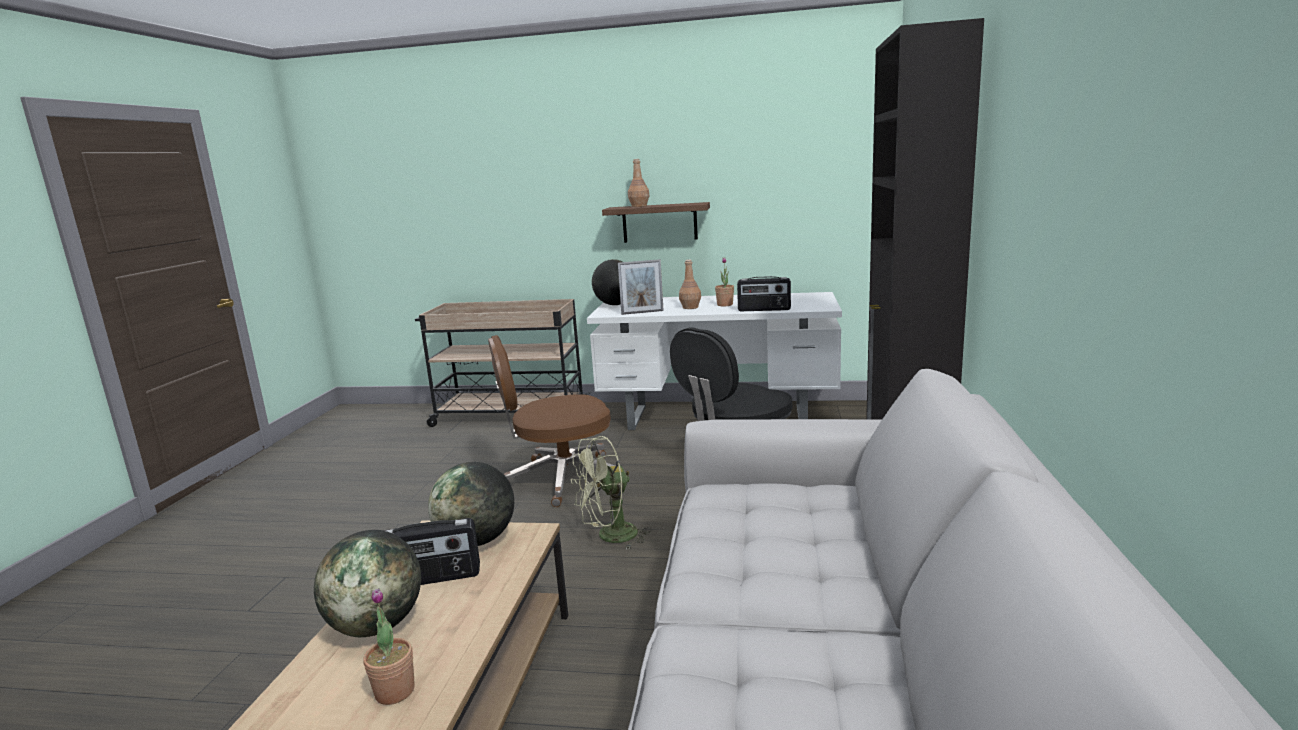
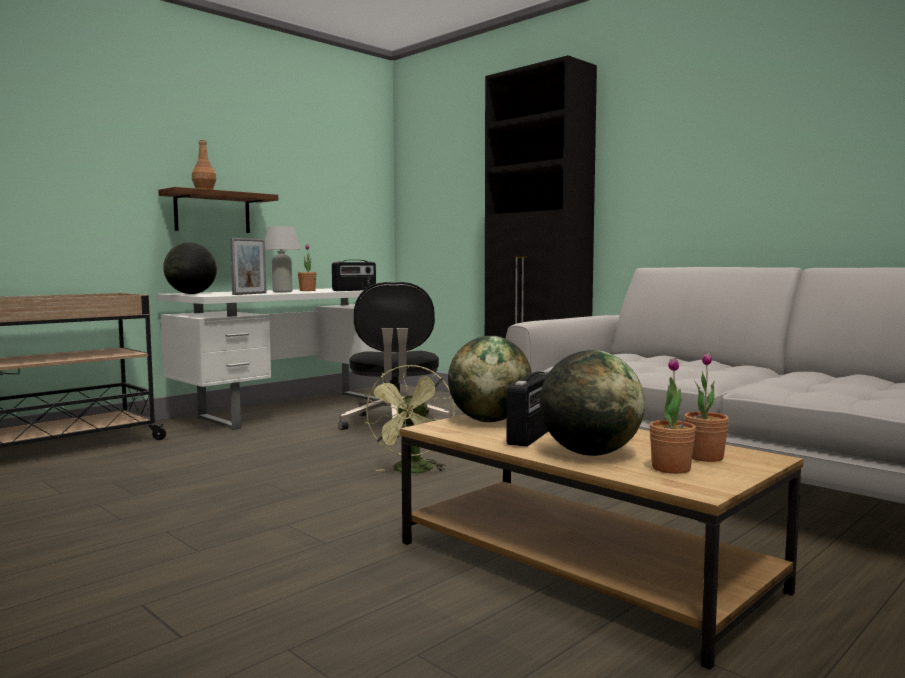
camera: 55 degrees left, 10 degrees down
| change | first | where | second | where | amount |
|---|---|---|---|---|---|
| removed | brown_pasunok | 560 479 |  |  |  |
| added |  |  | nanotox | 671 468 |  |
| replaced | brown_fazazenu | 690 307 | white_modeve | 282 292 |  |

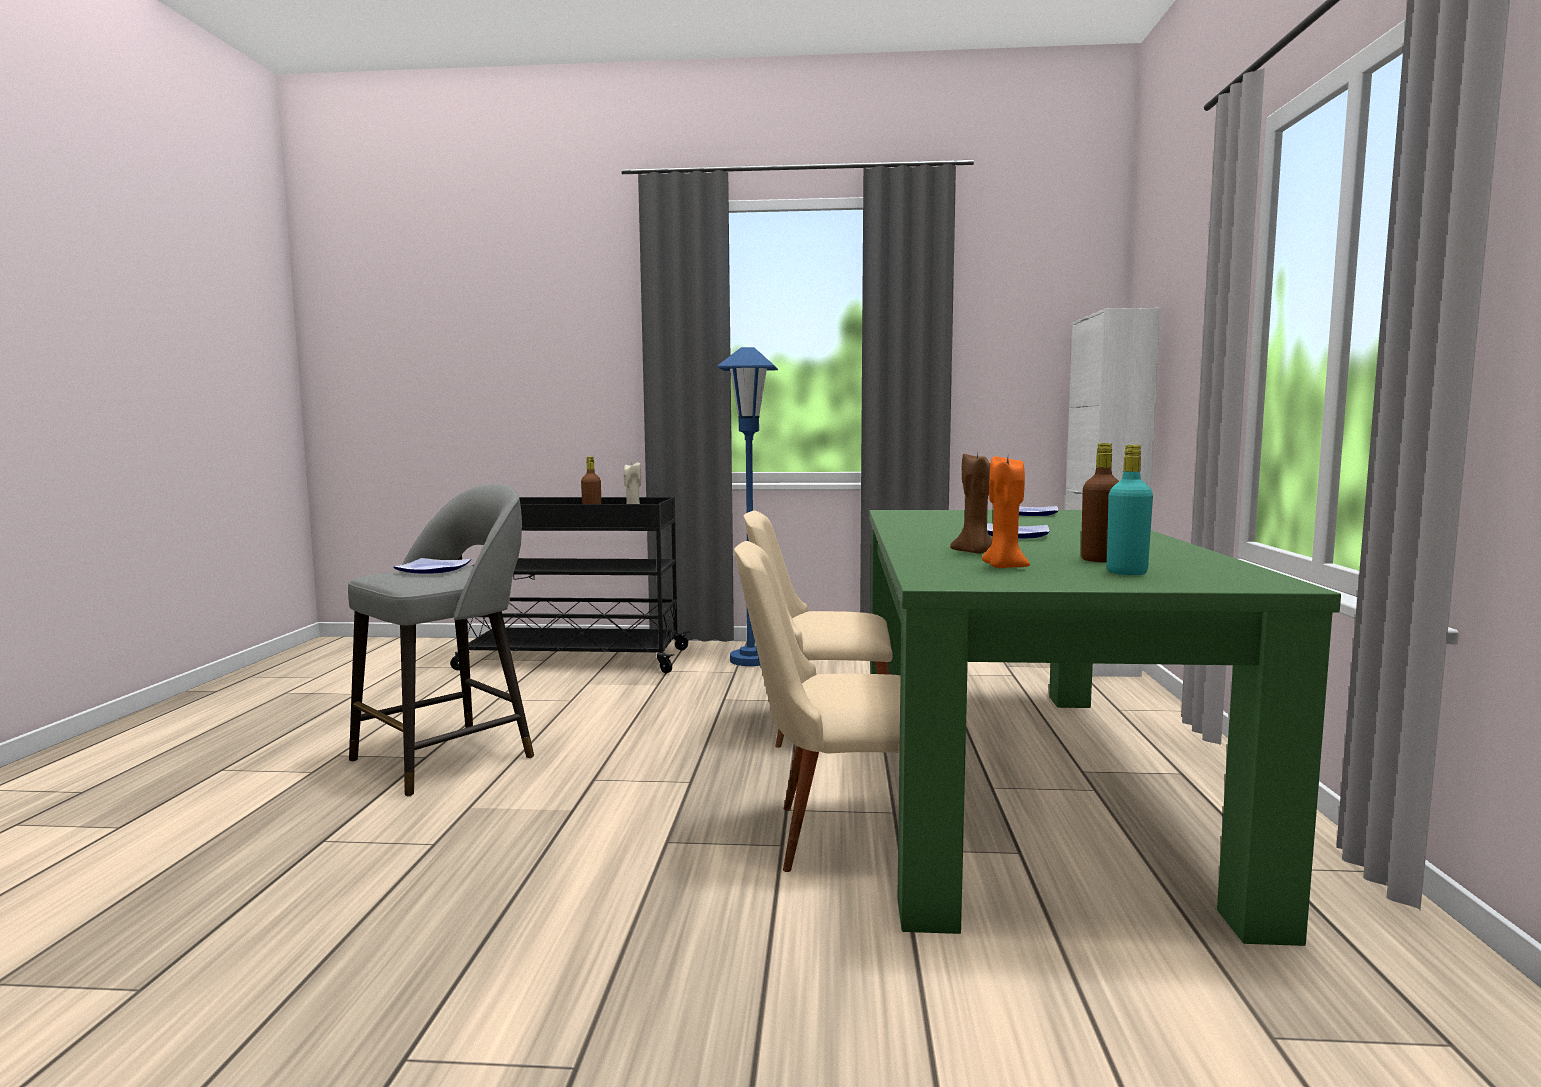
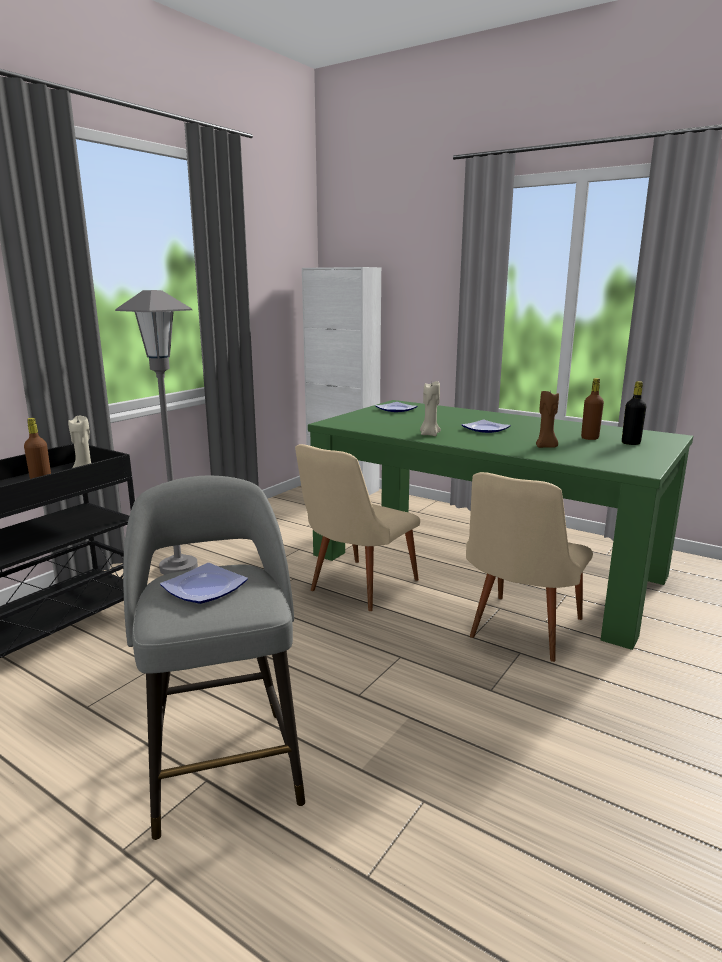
camera: 60 degrees left, 10 degrees up
| change | first | where | second | where | amount |
|---|---|---|---|---|---|
| removed | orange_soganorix | 1003 567 |  |  |  |
| added |  |  | beige_soganorix | 429 434 |  |
| recoloured | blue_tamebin | 751 660 | grey_tamebin | 179 568 |  |
| recoloured | turquoise_fazazenu | 1126 573 | black_fazazenu | 630 443 |  |

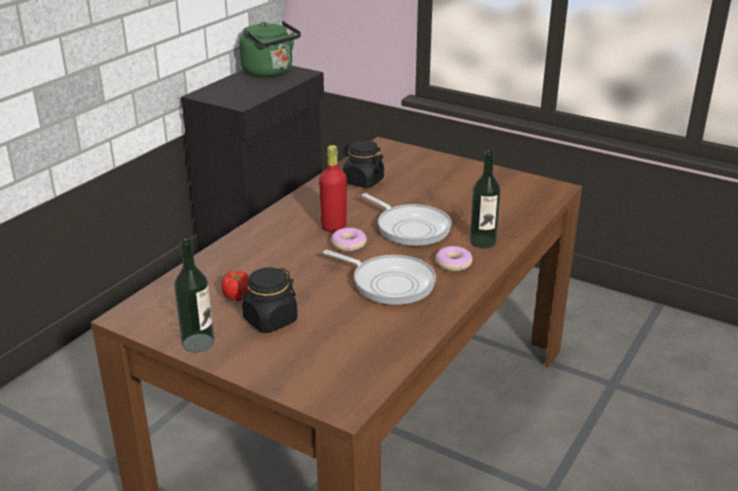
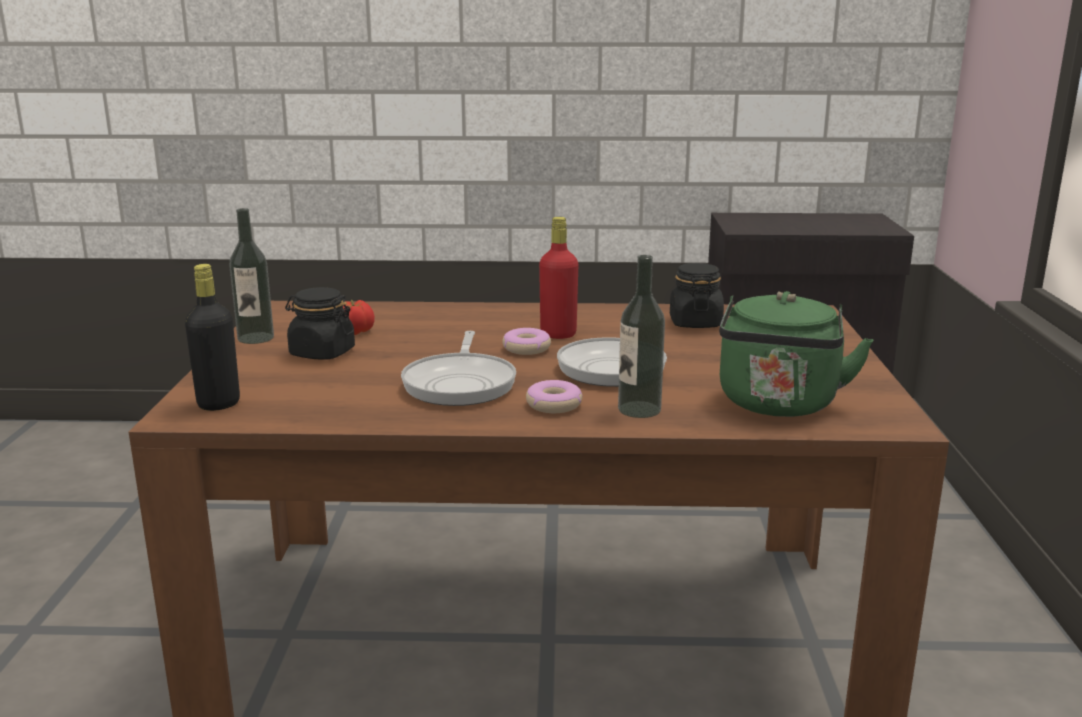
camera: 60 degrees right, 10 degrees down
| change | first | where | second | where | amount |
|---|---|---|---|---|---|
| added |  |  | black_fazazenu | 219 404 |  |
| moved | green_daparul | 270 72 |  | 778 405 |  |

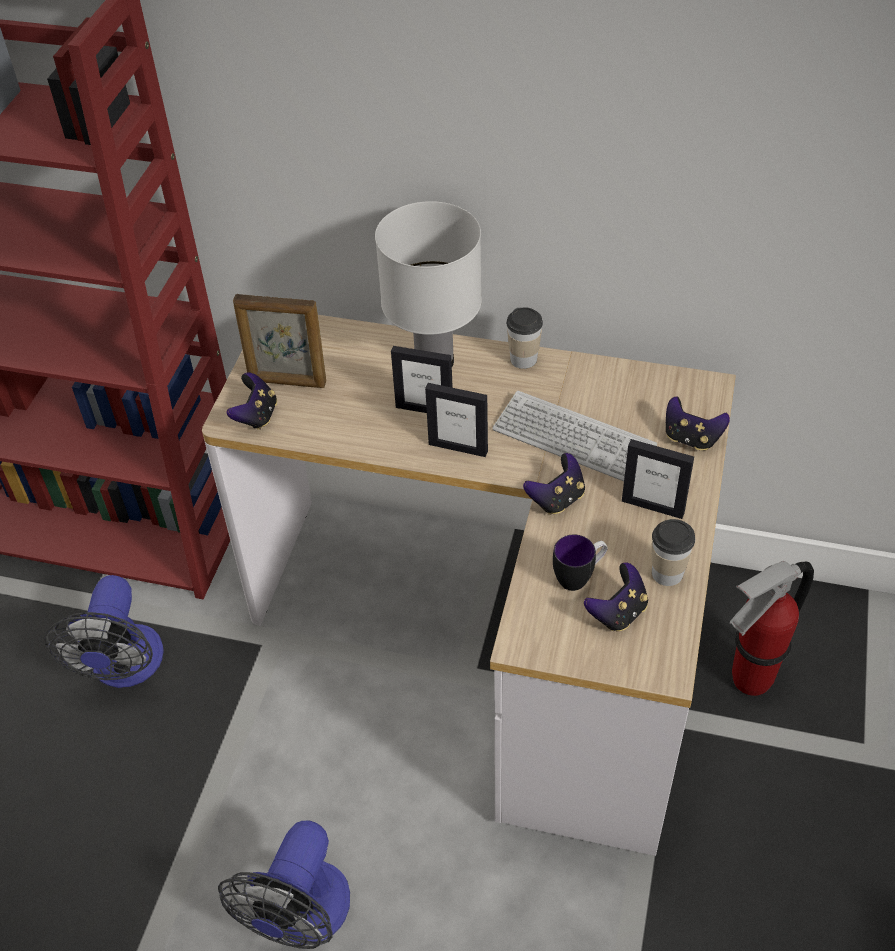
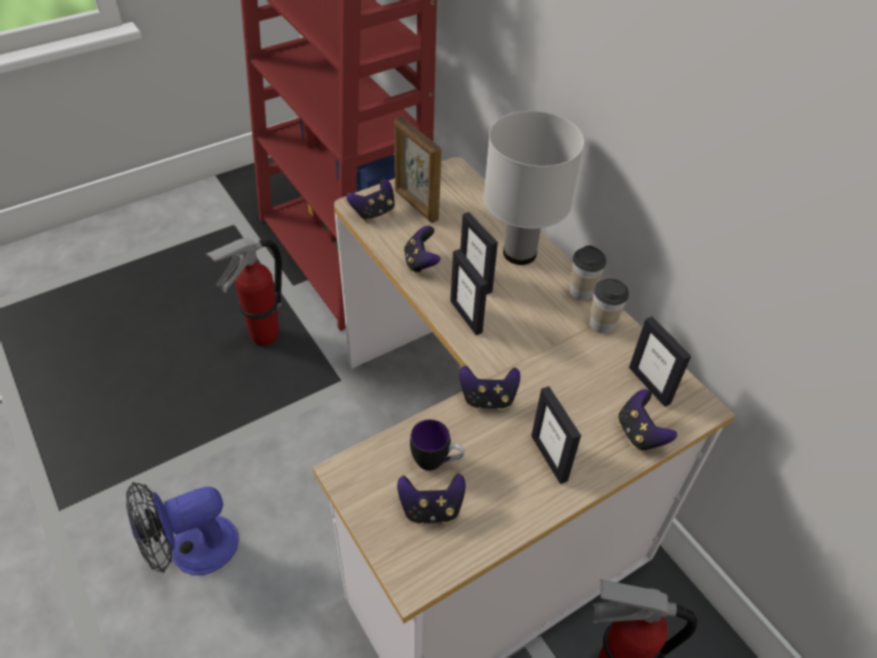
camera: 40 degrees right, 0 degrees up
| change | first | where | second | where | amount |
|---|---|---|---|---|---|
| removed | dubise | 573 439 |  |  |  |
| added |  |  | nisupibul | 420 262 |  |
| added |  |  | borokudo | 649 385 |  |
| moved | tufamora | 667 573 |  | 602 324 |  |
| replaced | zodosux | 125 668 | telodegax | 264 337 |  |

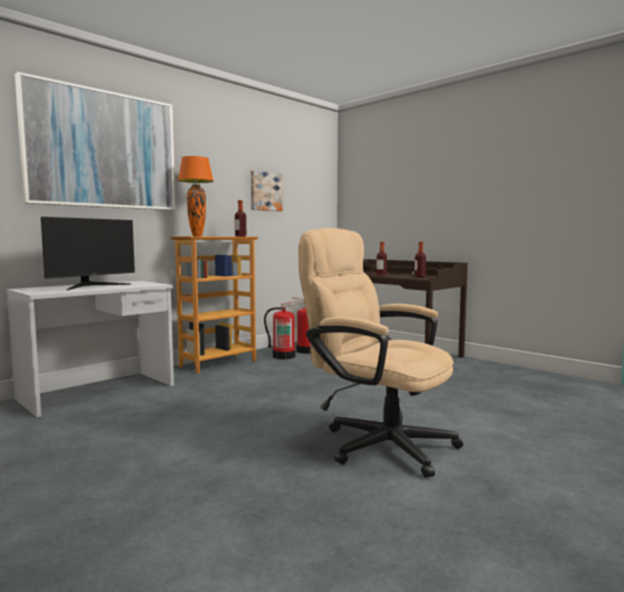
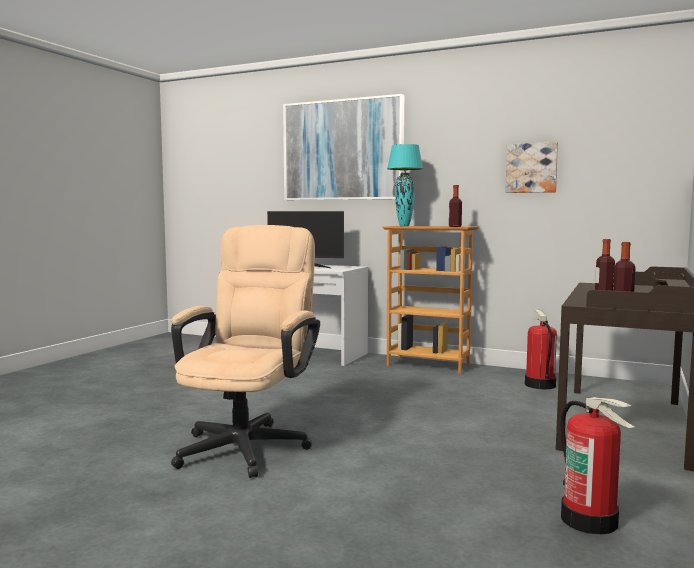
camera: 70 degrees right, 0 degrees up
| change | first | where | second | where | amount |
|---|---|---|---|---|---|
| moved | telodegax | 284 356 |  | 590 520 |  |
| recoloured | orange_modeve | 197 236 | turquoise_modeve | 404 226 |  |

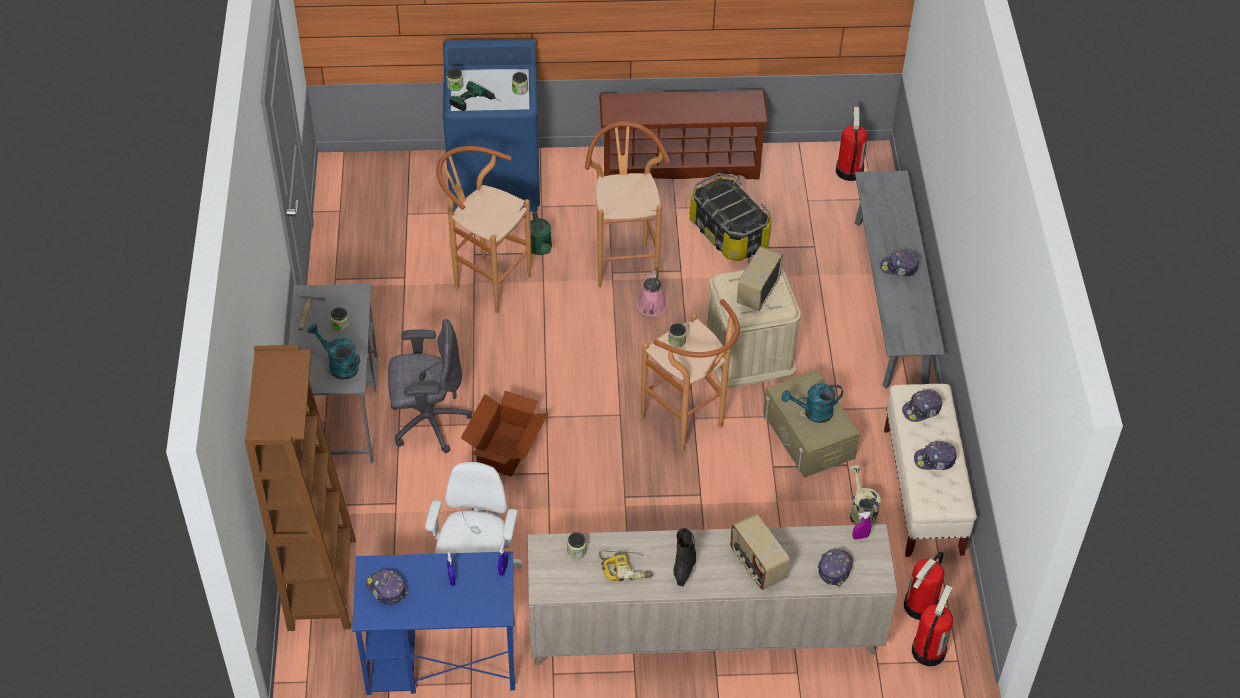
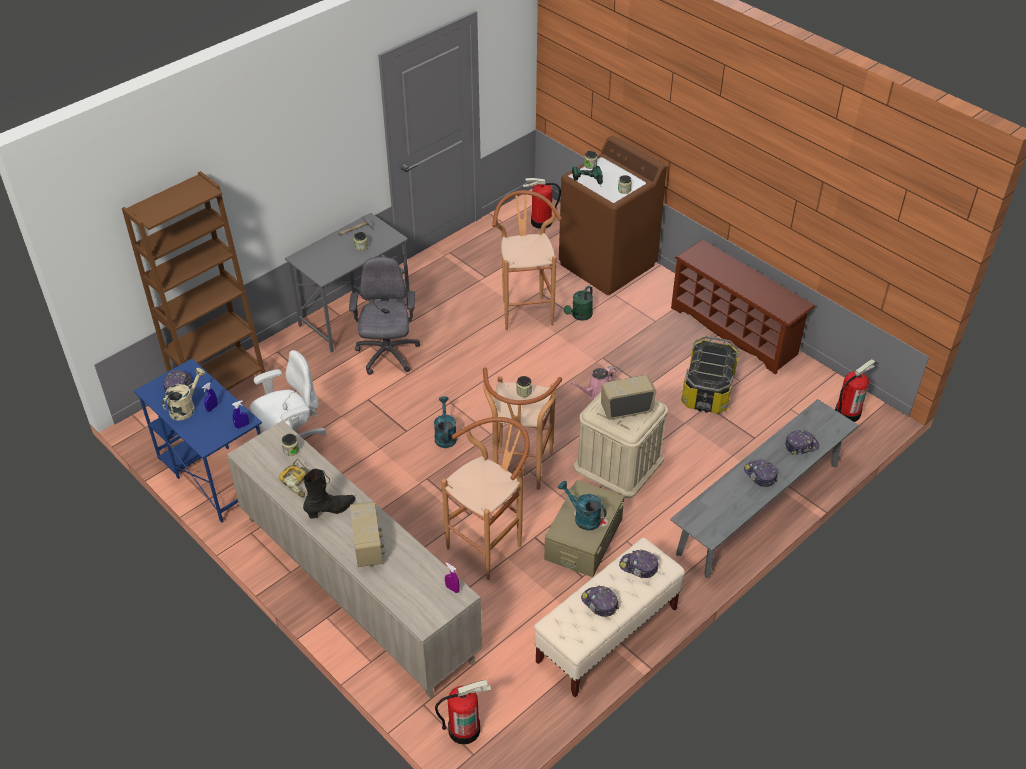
camera: 50 degrees right, 5 degrees down
| change | first | where | second | where | amount |
|---|---|---|---|---|---|
| removed | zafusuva | 505 449 |  |  |  |
| moved | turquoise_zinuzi | 339 365 |  | 445 435 |  |
| moved | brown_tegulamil | 624 260 |  | 490 544 |  |
| moved | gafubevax | 834 568 |  | 801 445 |  |
| moved | beige_zinuzi | 861 511 |  | 186 407 |  |
| moved | telodegax | 920 606 |  | 541 222 |  |
| recoloured | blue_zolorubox | 496 182 | brown_zolorubox | 607 265 |  |
| turned | grey_pasunok | 428 422 |  | 387 355 | 135 degrees counterclockwise |
| turned | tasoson | 756 565 |  | 369 546 | 150 degrees clockwise |

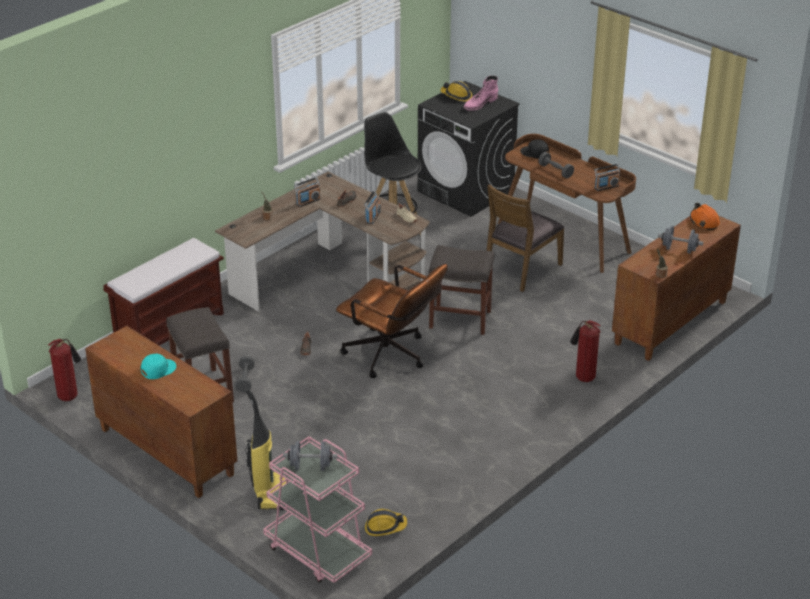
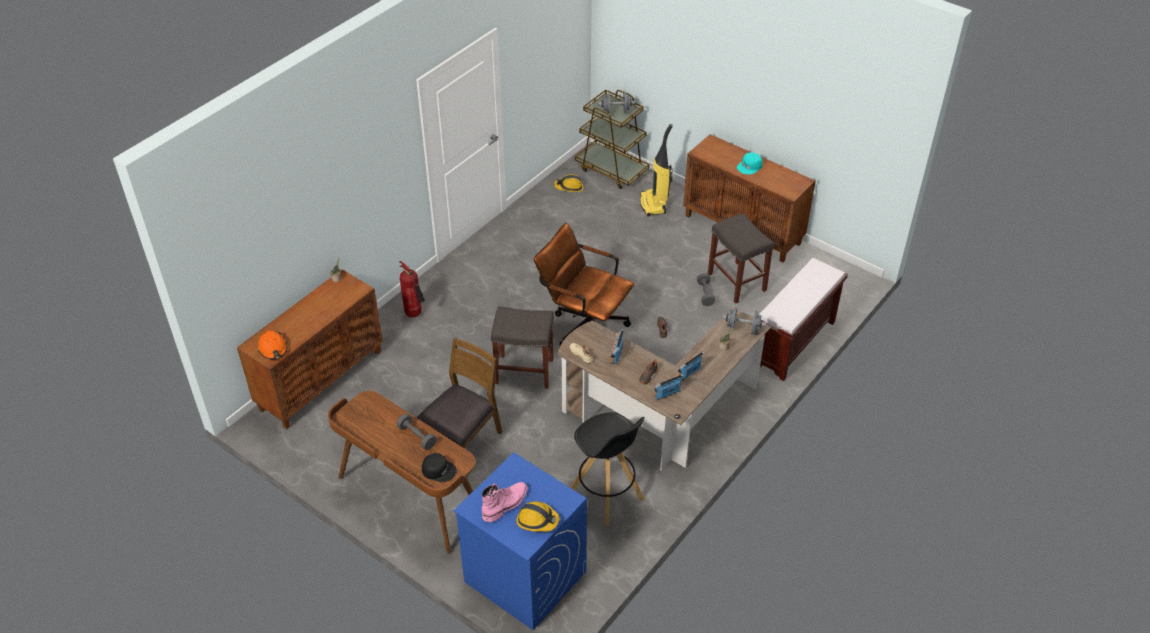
camera: 175 degrees right, 10 degrees up
| change | first | where | second | where | amount |
|---|---|---|---|---|---|
| removed | telodegax | 69 396 |  |  |  |
| moved | tasoson | 606 187 |  | 667 393 |  |
| moved | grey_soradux | 679 249 |  | 742 328 |  |
| recoloured | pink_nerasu | 317 552 | brown_nerasu | 612 170 |  |
| recoloured | black_zolorubox | 466 191 | blue_zolorubox | 524 576 |  |

